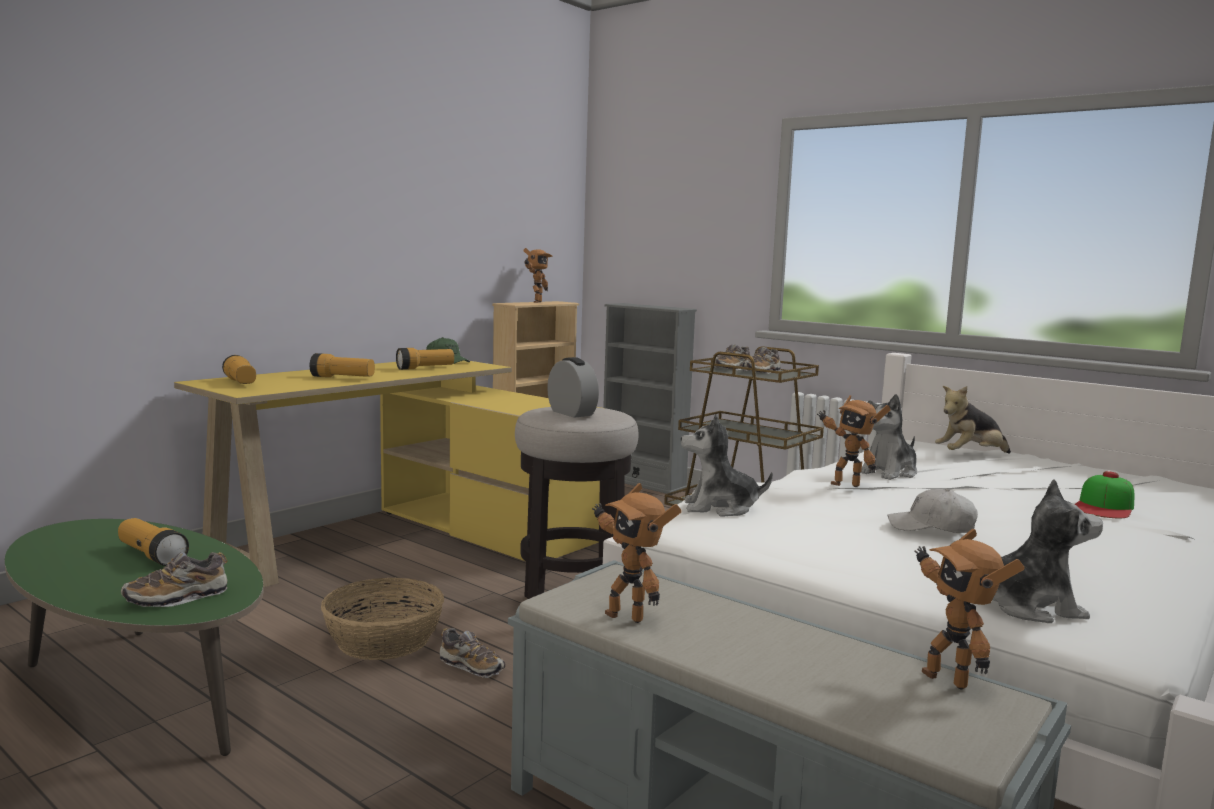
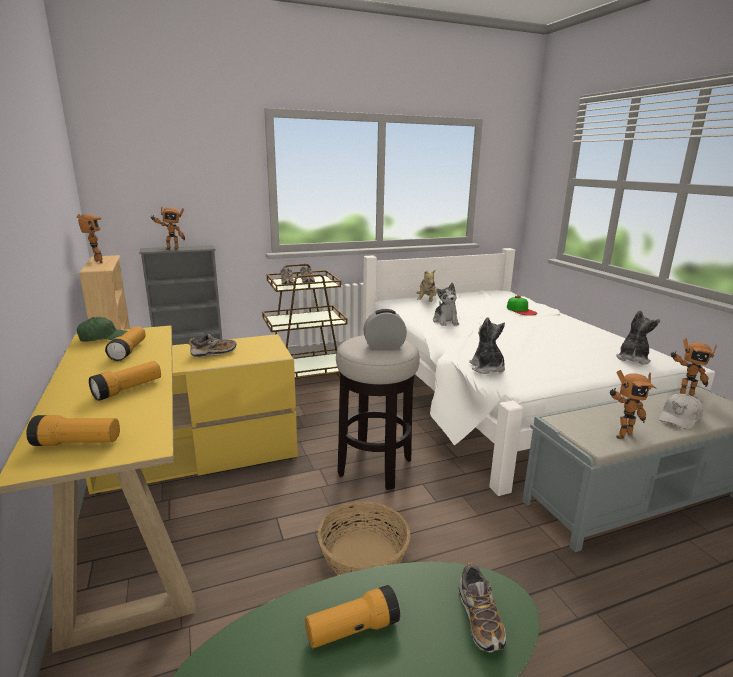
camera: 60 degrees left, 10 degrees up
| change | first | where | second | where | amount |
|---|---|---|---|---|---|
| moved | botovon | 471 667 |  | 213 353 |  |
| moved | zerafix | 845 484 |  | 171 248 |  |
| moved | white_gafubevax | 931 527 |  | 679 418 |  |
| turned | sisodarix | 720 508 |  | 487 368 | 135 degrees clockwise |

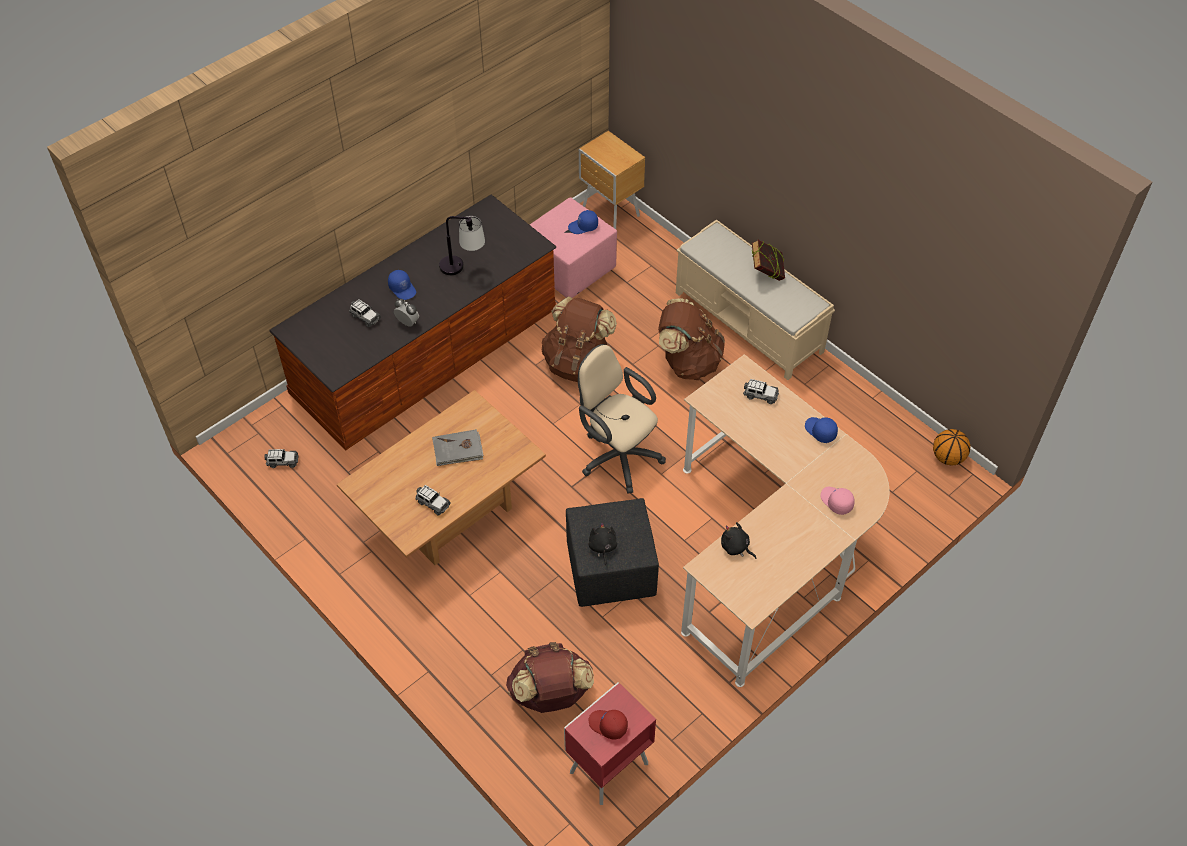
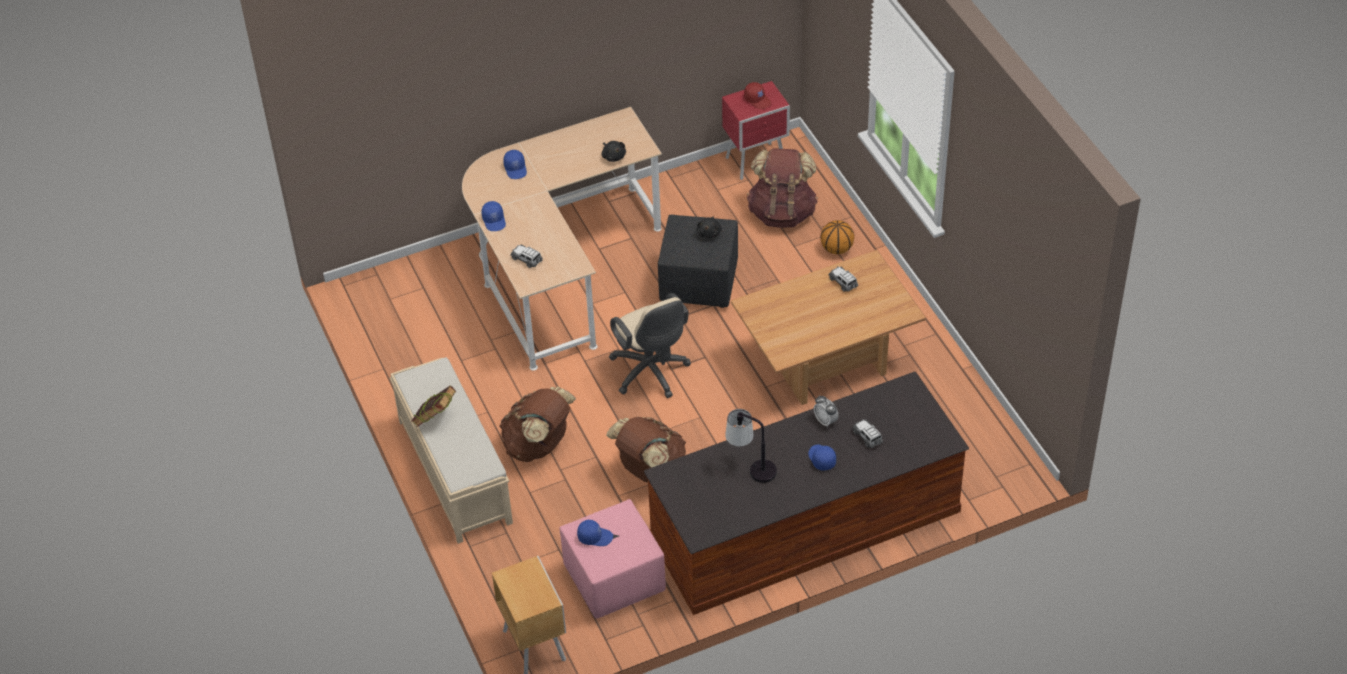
camera: 160 degrees left, 5 degrees down
| change | first | where | second | where | amount |
|---|---|---|---|---|---|
| removed | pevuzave | 282 461 |  |  |  |
| removed | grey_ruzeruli | 458 450 |  |  |  |
| moved | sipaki | 947 457 |  | 837 249 |  |
| recoloured | pink_gafubevax | 836 502 | blue_gafubevax | 516 169 |  |

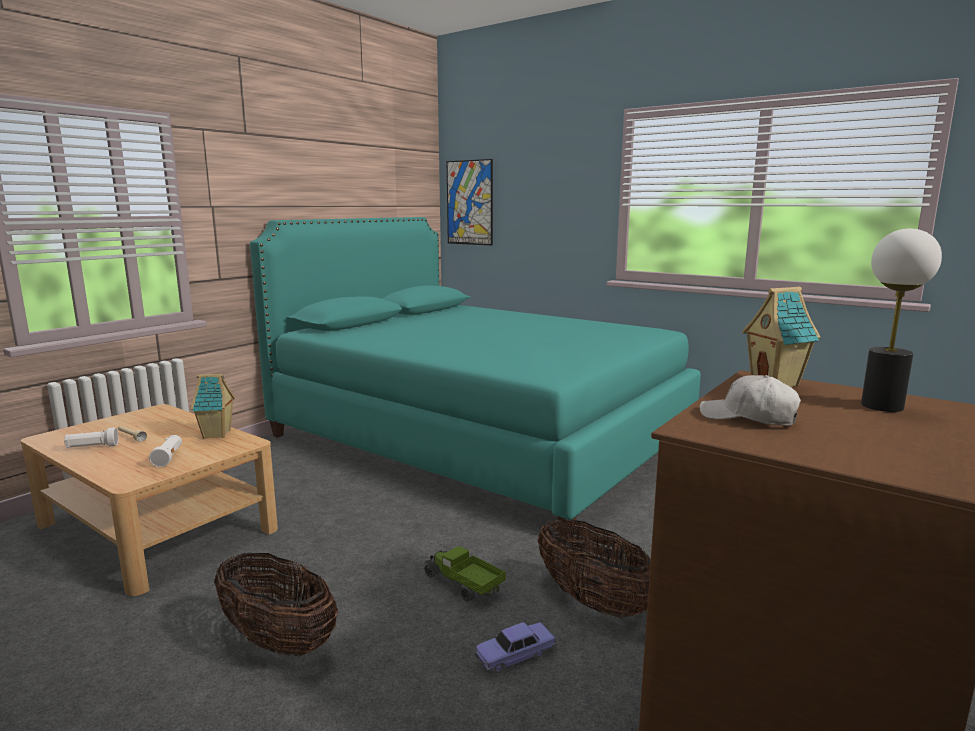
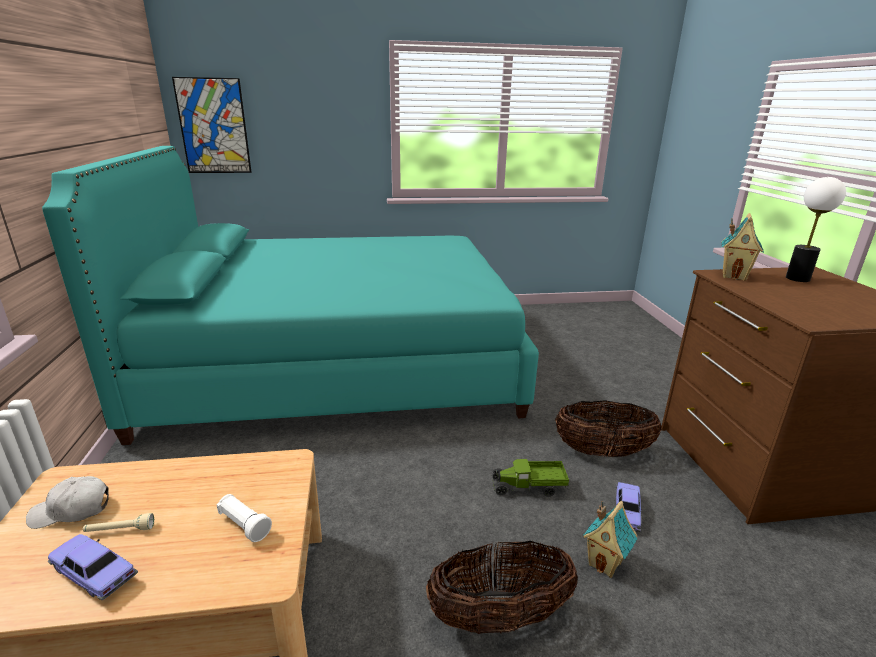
camera: 45 degrees left, 10 degrees up
| change | first | where | second | where | amount |
|---|---|---|---|---|---|
| moved | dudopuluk | 217 434 |  | 605 563 |  |
| moved | white_gafubevax | 748 417 |  | 71 510 |  |
| replaced | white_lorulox | 92 447 | pevuzave | 94 573 |  |

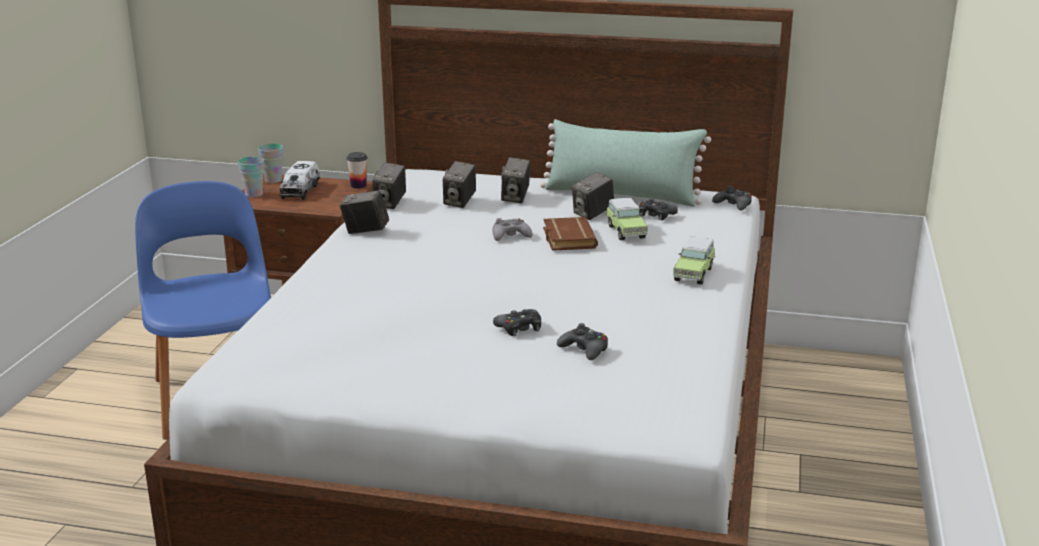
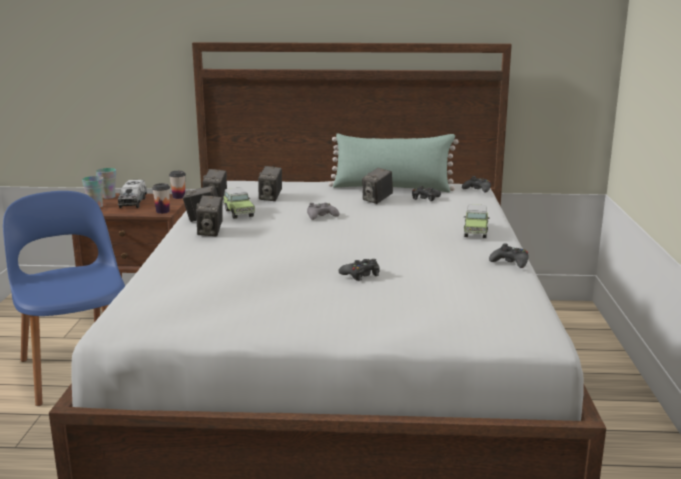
camera: 10 degrees left, 5 degrees down
| change | first | where | second | where | amount |
|---|---|---|---|---|---|
| removed | brown_ruzeruli | 567 238 |  |  |  |
| added |  |  | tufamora | 162 211 |  |
| moved | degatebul | 515 198 |  | 210 232 |  |
| moved | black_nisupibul | 584 349 |  | 510 262 |  |
| moved | pevuzave | 625 231 |  | 238 213 |  |

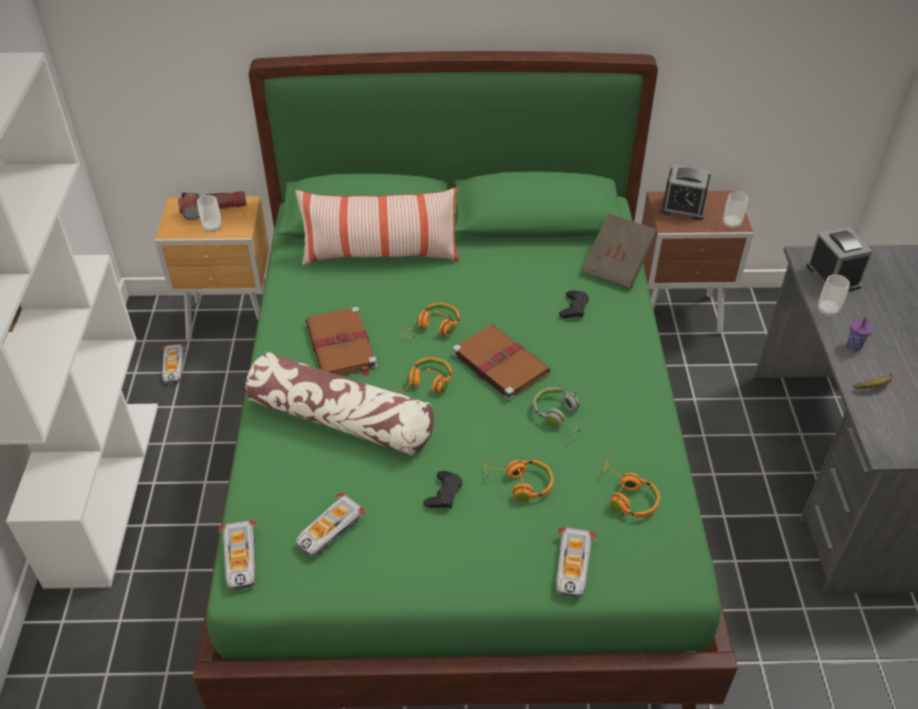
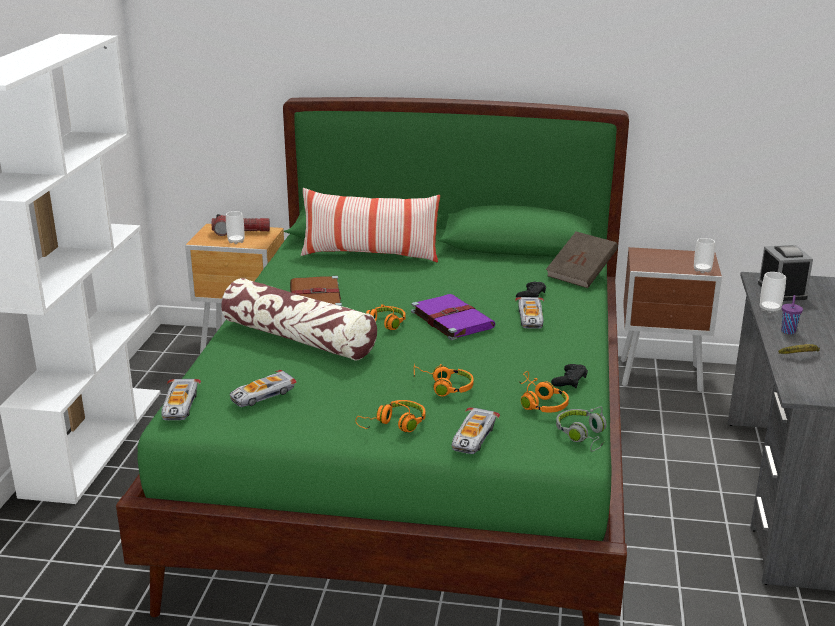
camera: 10 degrees right, 20 degrees down
| change | first | where | second | where | amount |
|---|---|---|---|---|---|
| removed | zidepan | 683 208 |  |  |  |
| moved | pevuzave | 173 367 |  | 530 318 |  |
| moved | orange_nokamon | 433 328 |  | 394 425 |  |
| moved | black_nisupibul | 444 494 |  | 569 381 |  |
| moved | grey_nokamon | 559 416 |  | 583 436 |  |
| recoloured | brown_ruzeruli | 499 363 | purple_ruzeruli | 451 319 |  |

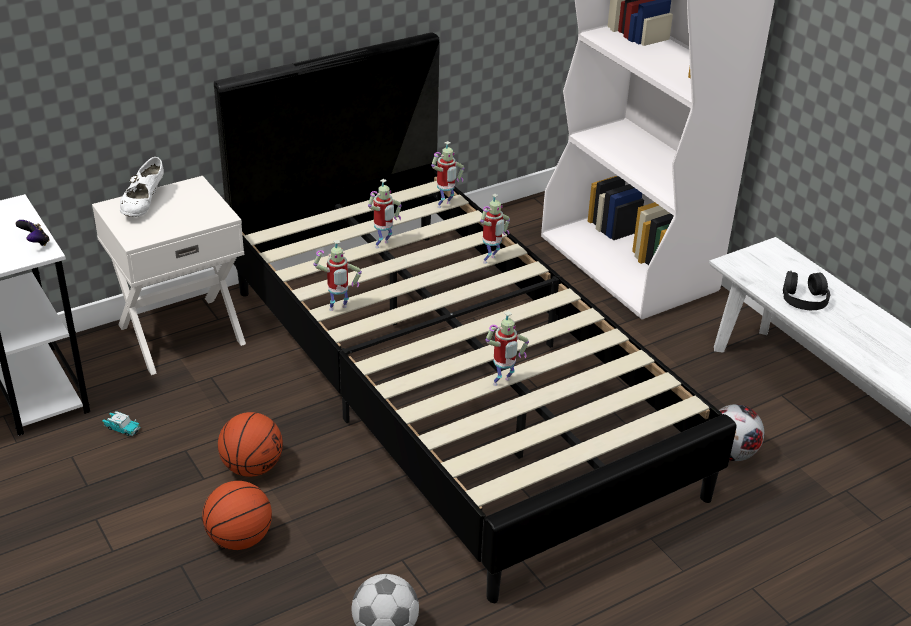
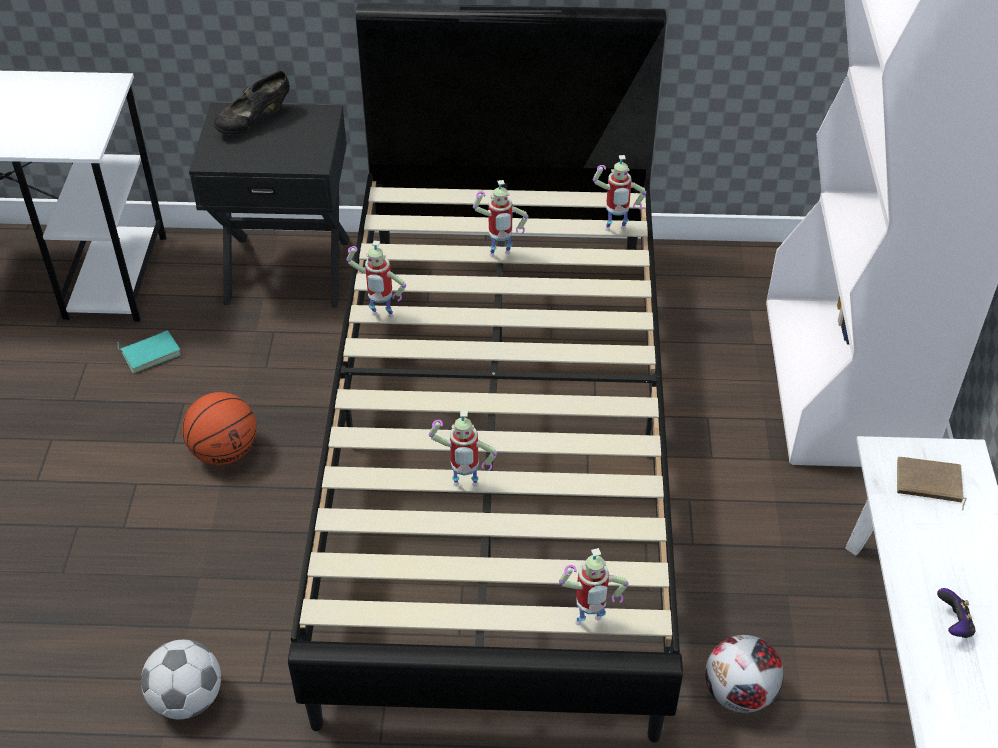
camera: 35 degrees right, 10 degrees up
| change | first | where | second | where | amount |
|---|---|---|---|---|---|
| removed | sipaki | 240 539 |  |  |  |
| removed | black_nokamon | 804 298 |  |  |  |
| added |  |  | brown_ruzeruli | 928 484 |  |
| moved | nisupibul | 35 242 |  | 953 624 |  |
| moved | zerafix | 491 261 |  | 589 624 |  |
| replaced | pevuzave | 122 428 | turquoise_ruzeruli | 150 352 |  |
| recoloured | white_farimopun | 181 333 | black_farimopun | 288 269 |  |
| recoloured | white_botovon | 143 205 | black_botovon | 254 121 |  |

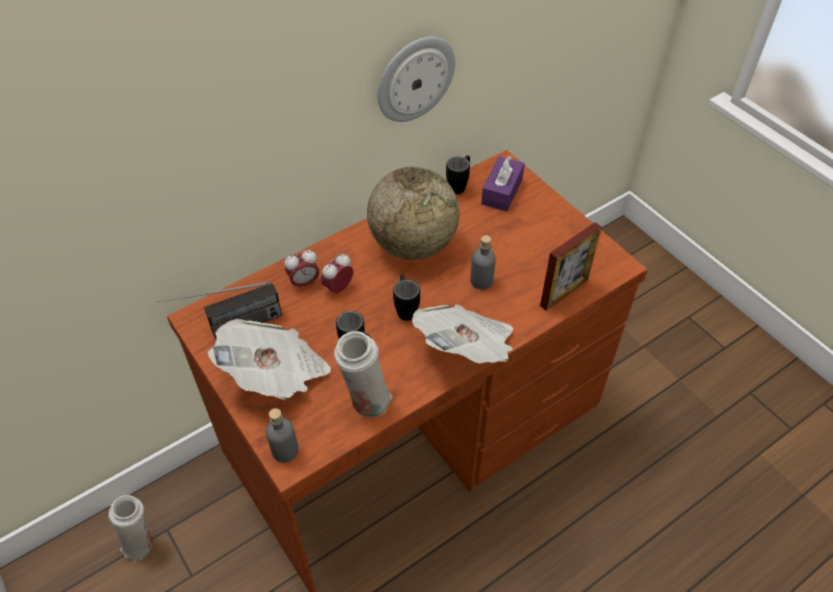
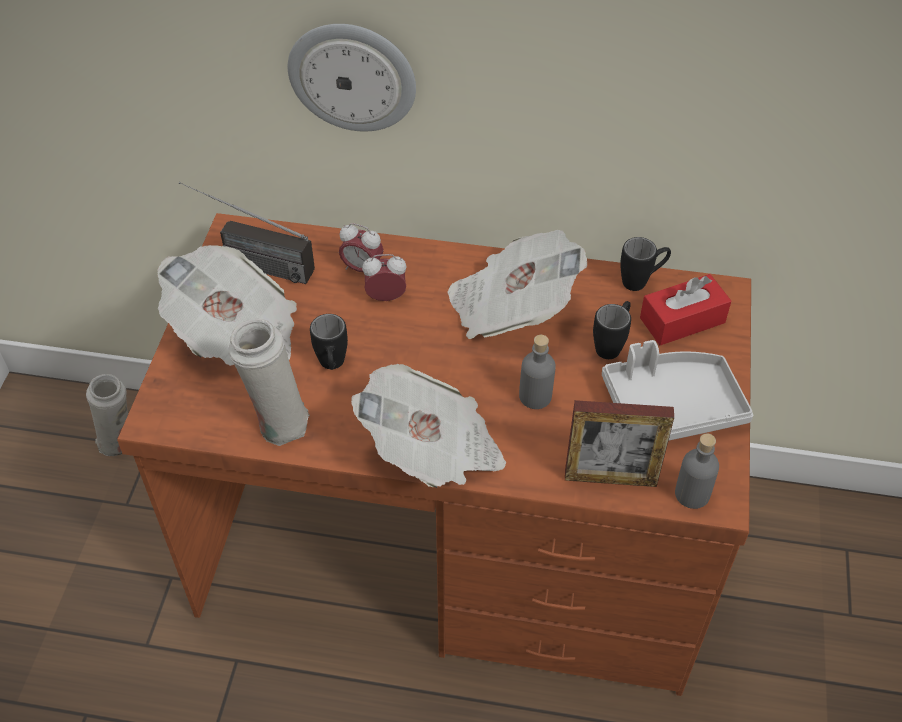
camera: 45 degrees right, 0 degrees up
| change | first | where | second | where | amount |
|---|---|---|---|---|---|
| added |  |  | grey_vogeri | 671 406 |  |
| moved | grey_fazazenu | 285 450 |  | 692 494 |  |
| moved | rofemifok | 414 78 |  | 352 76 |  |
| moved | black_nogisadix | 405 308 |  | 612 344 |  |
| replaced | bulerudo | 413 245 | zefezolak | 511 308 |  |
| recoloured | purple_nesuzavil | 502 191 | red_nesuzavil | 682 320 |  |

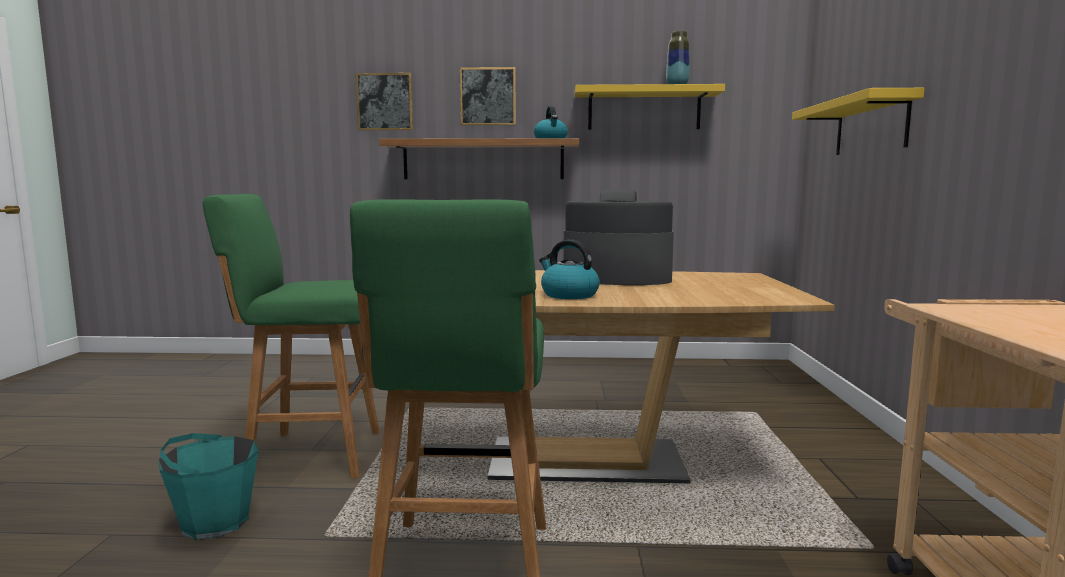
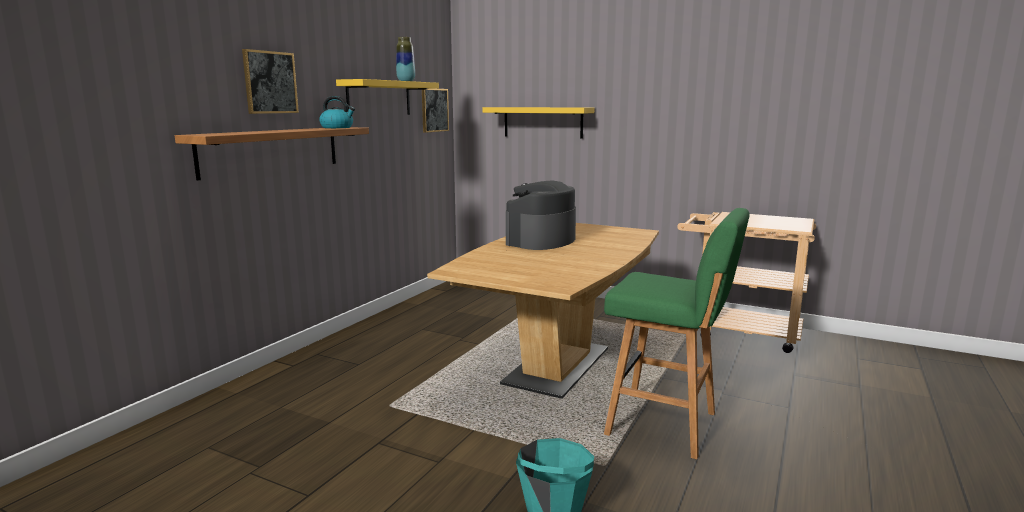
camera: 65 degrees left, 5 degrees up
| change | first | where | second | where | amount |
|---|---|---|---|---|---|
| removed | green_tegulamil | 311 454 |  |  |  |
| removed | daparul | 568 295 |  |  |  |
| moved | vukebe | 385 102 |  | 434 110 |  |

